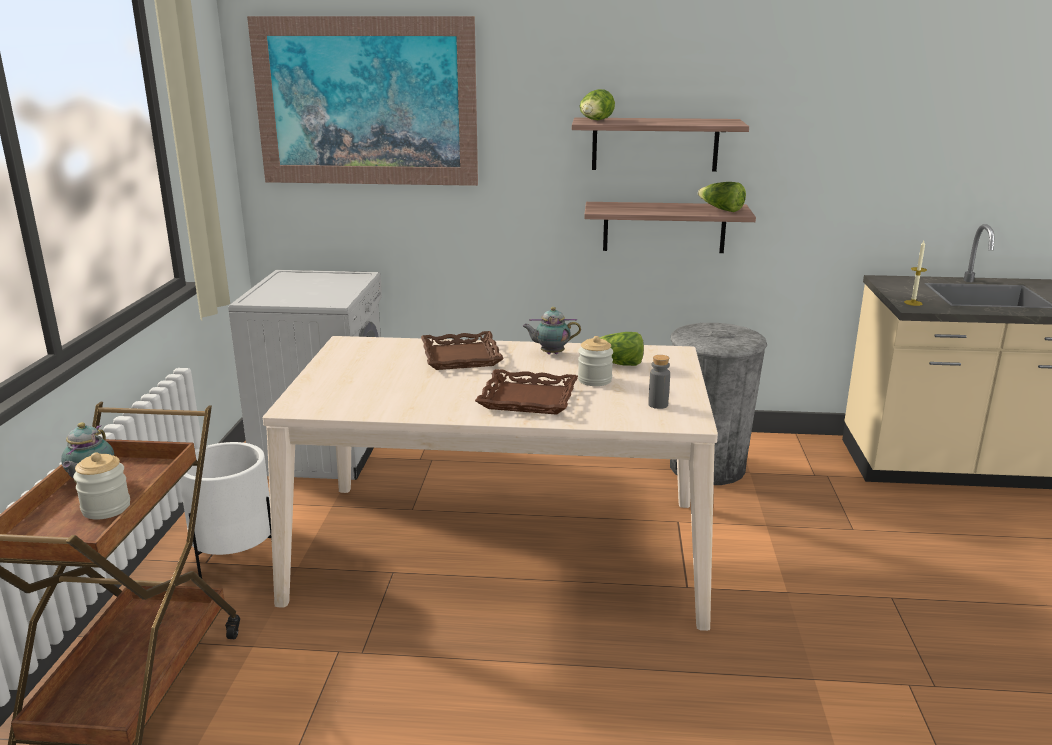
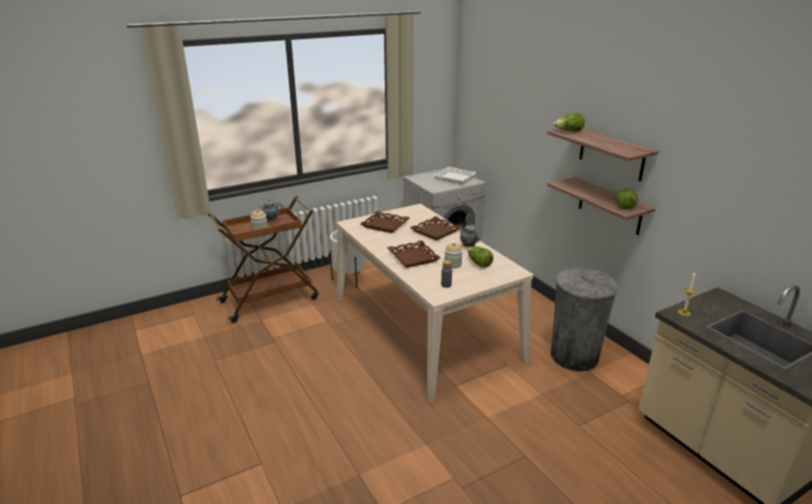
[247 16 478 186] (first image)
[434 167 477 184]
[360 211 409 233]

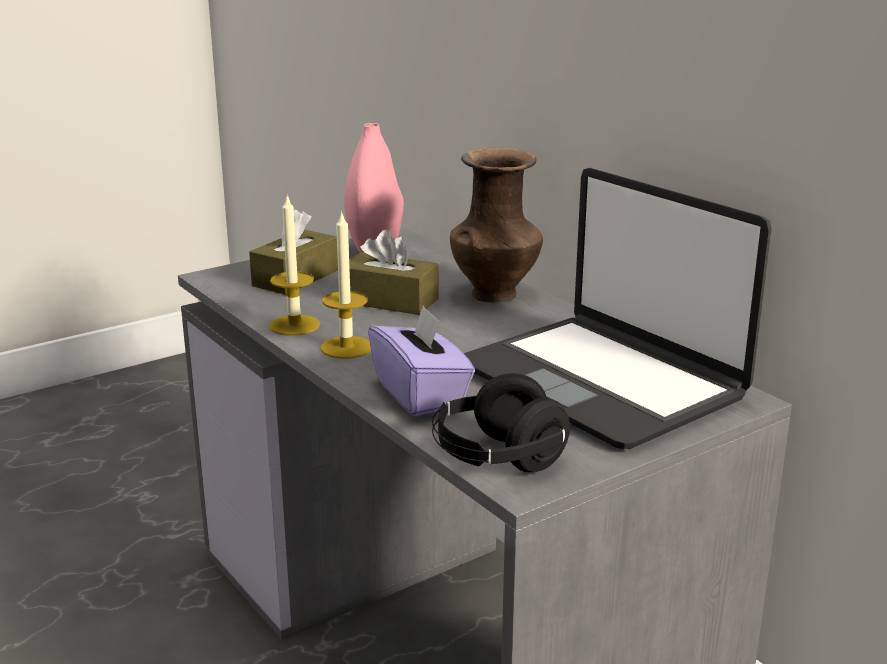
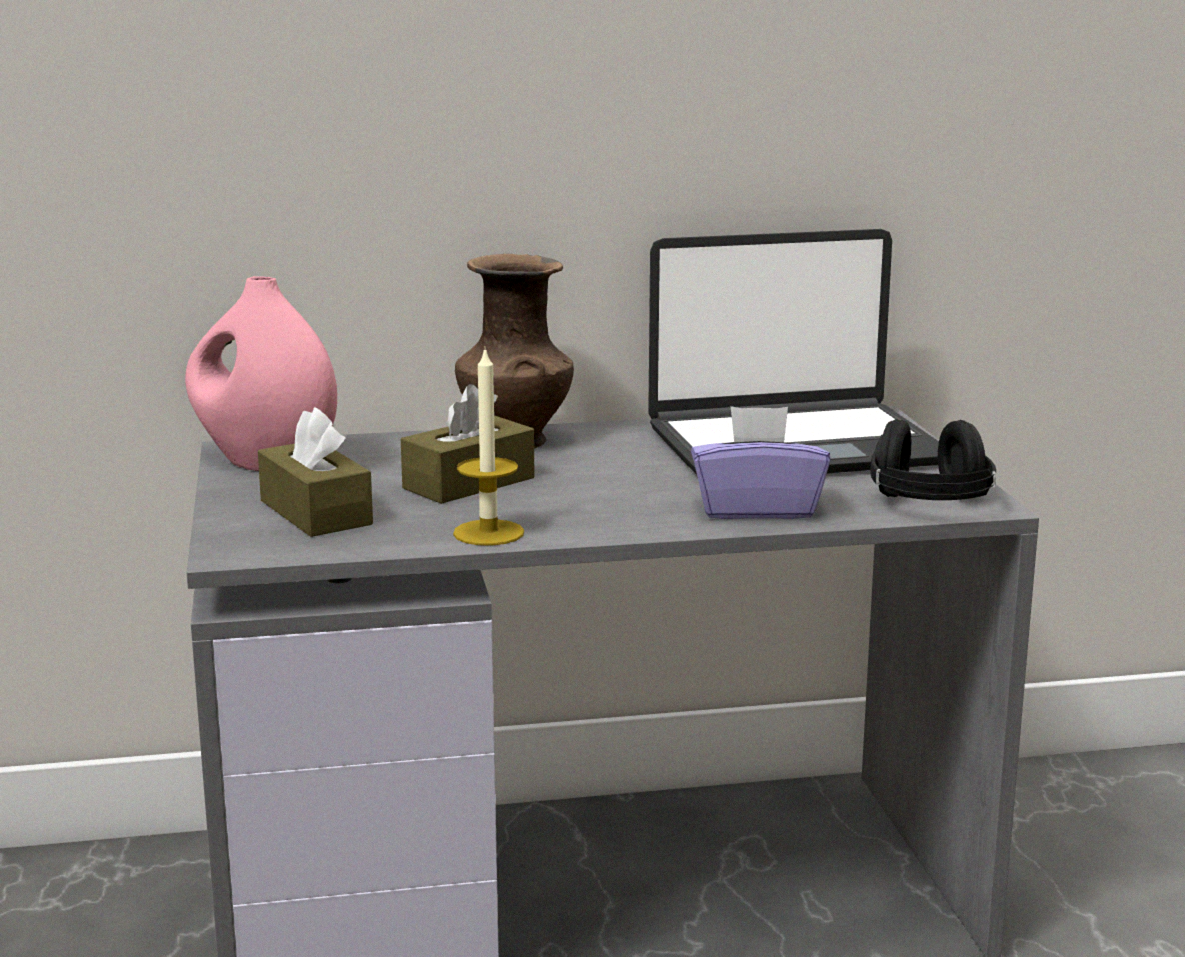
[320 210 371 359] (first image)

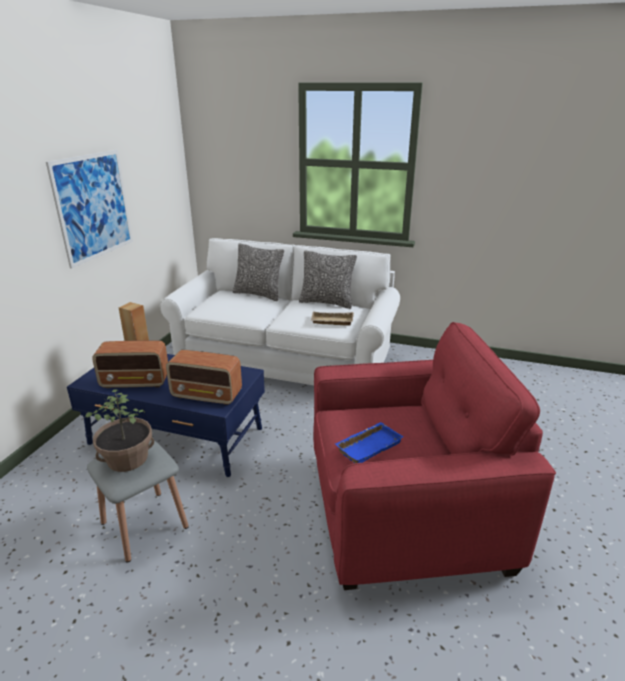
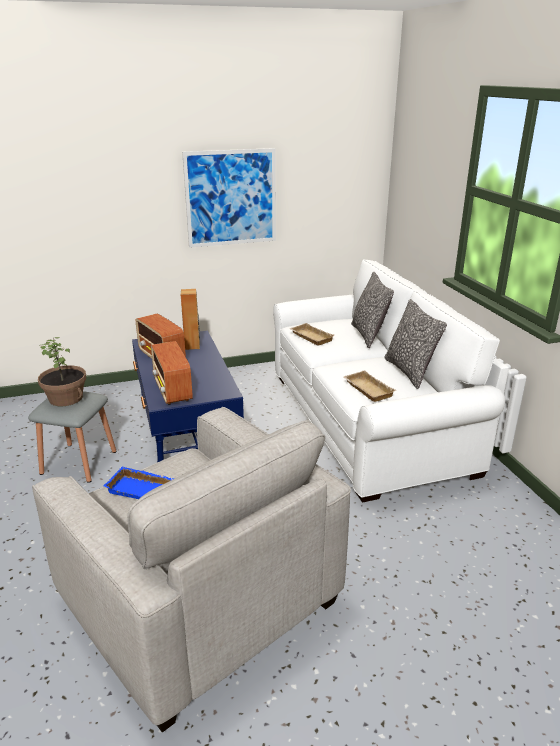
[32 407 351 732]
[290 323 334 346]

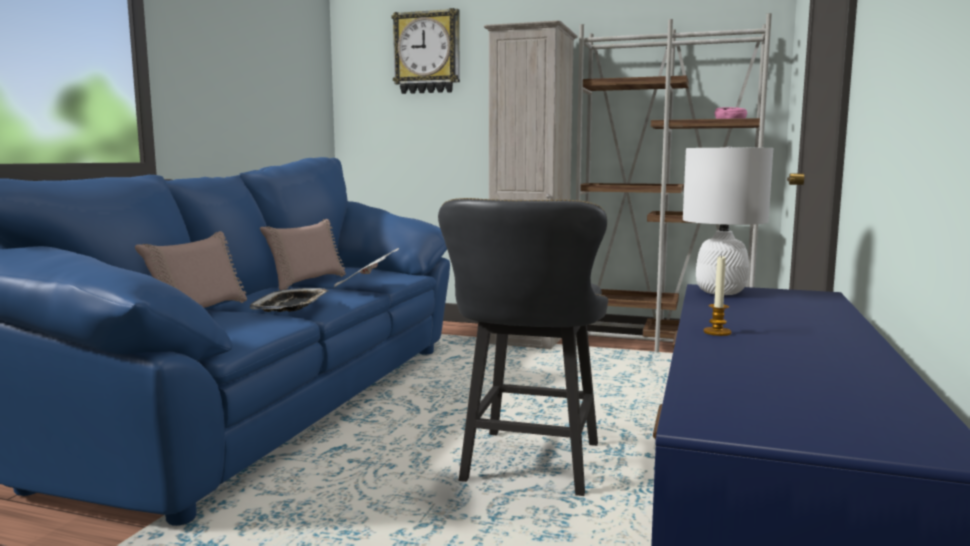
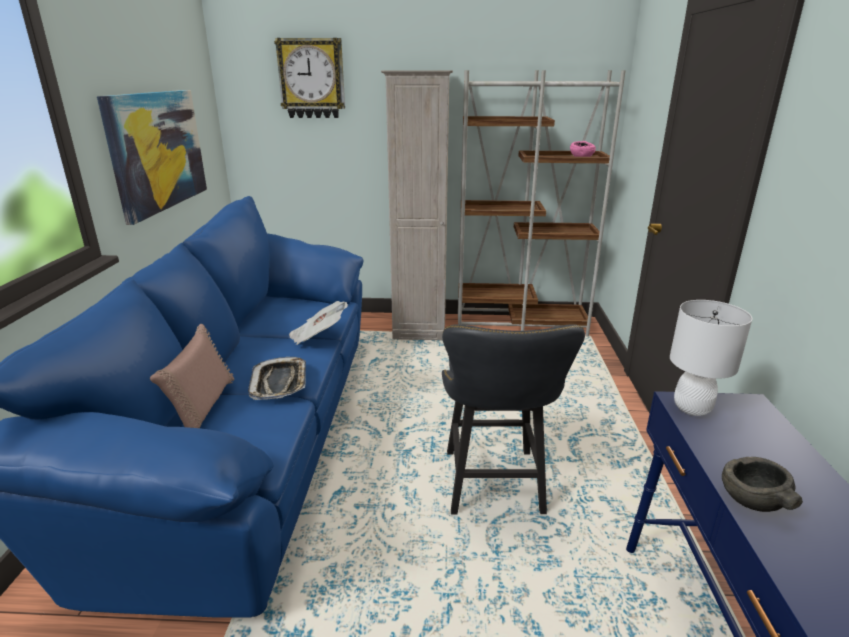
[260 219 346 290] (first image)
[722 457 803 512]
[97 90 207 225]

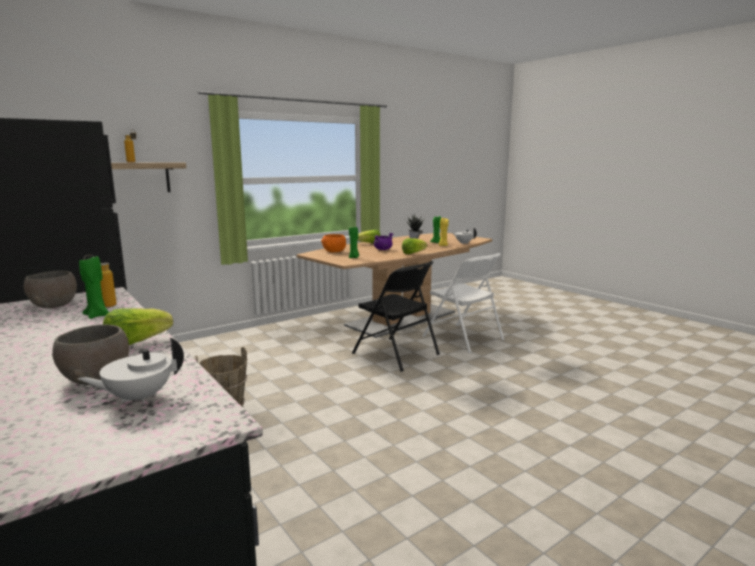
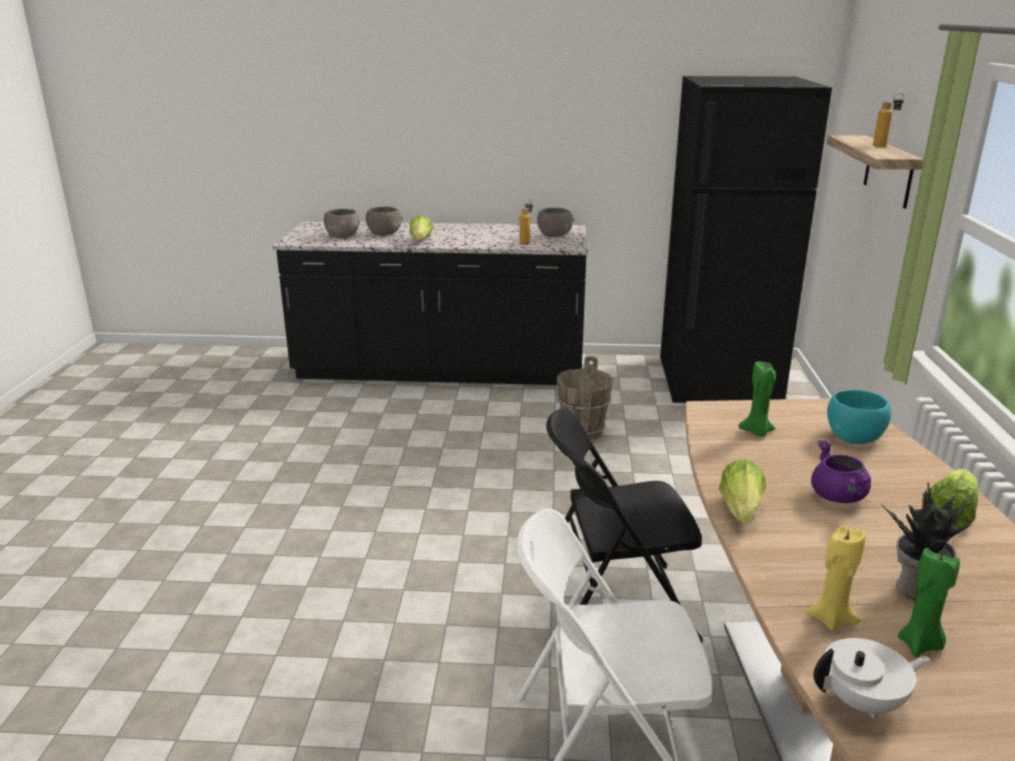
[827 390 891 444]
[79 255 109 319] (first image)
[324 209 360 238]

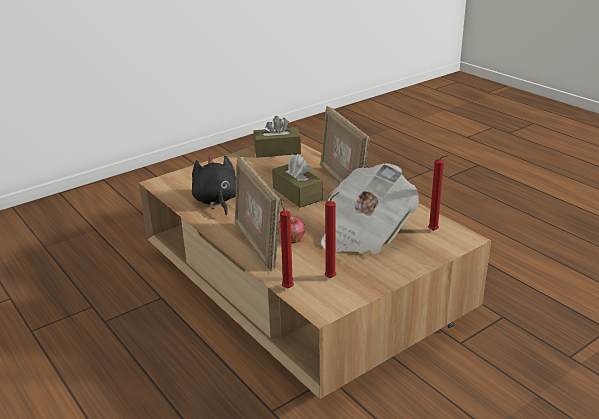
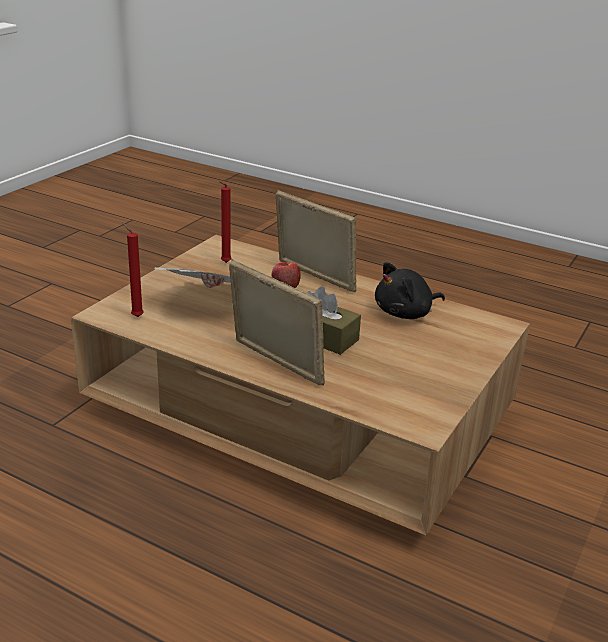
[253 116 301 158] (first image)
[375 262 445 319]
[280 199 294 289] (first image)

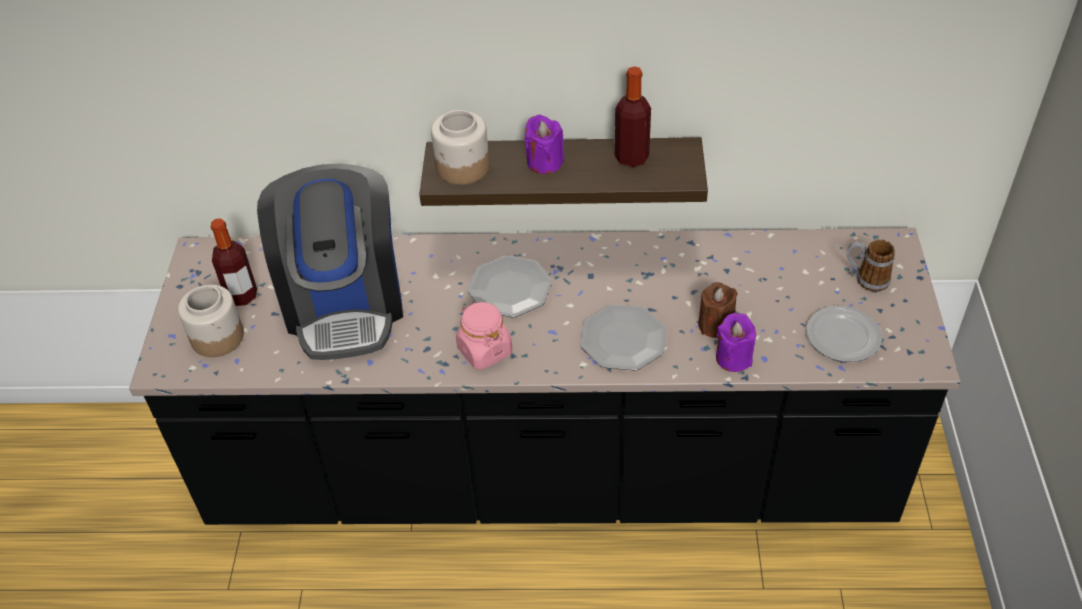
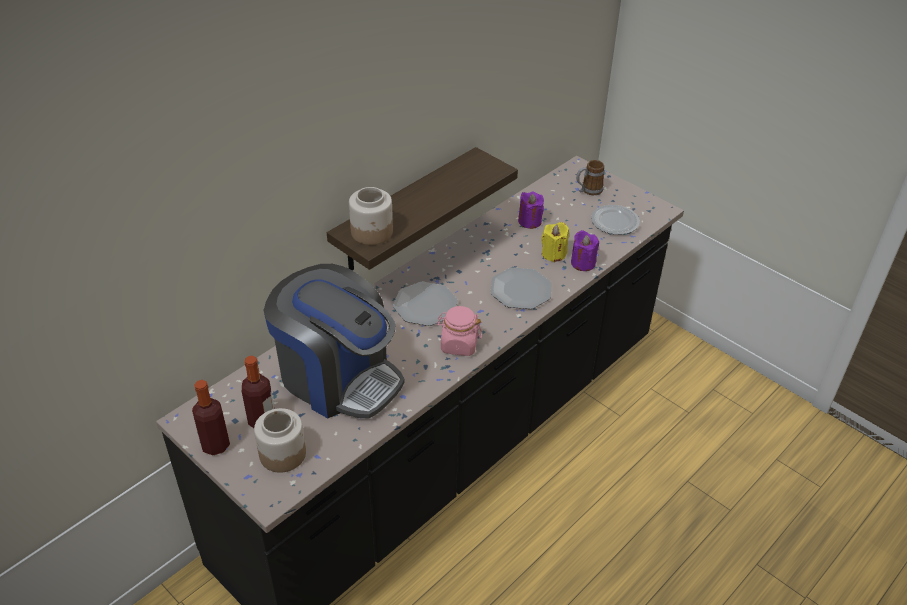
[192 380 230 456]
[518 191 544 229]
[541 222 569 262]

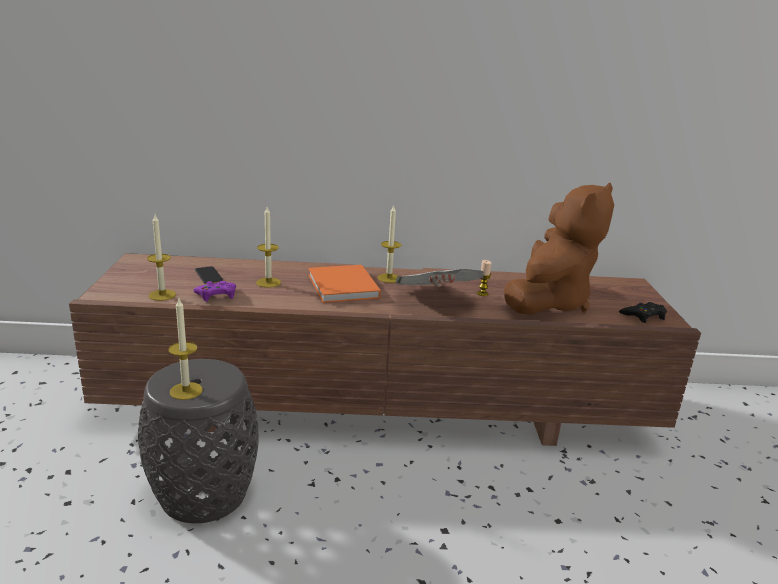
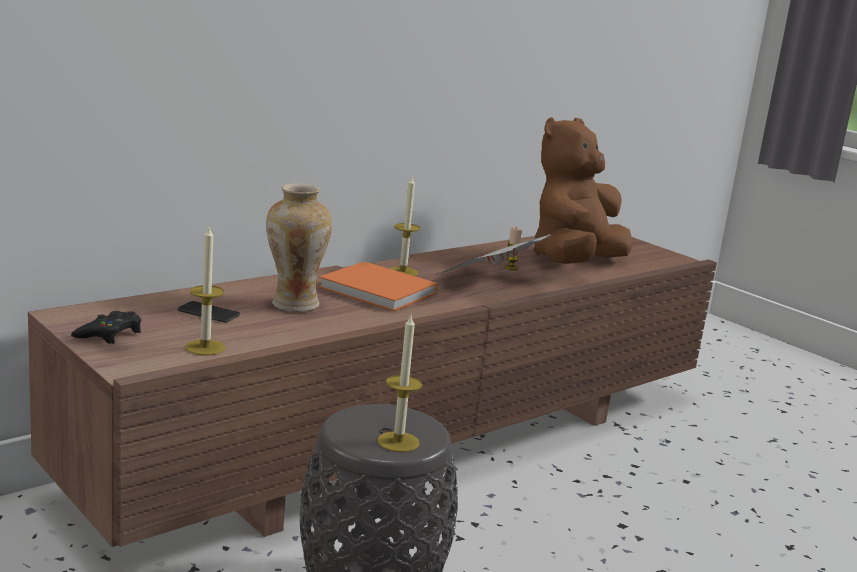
[533 117 632 264]
[266 183 332 312]
[194 281 236 302] (first image)
[71 311 141 344]

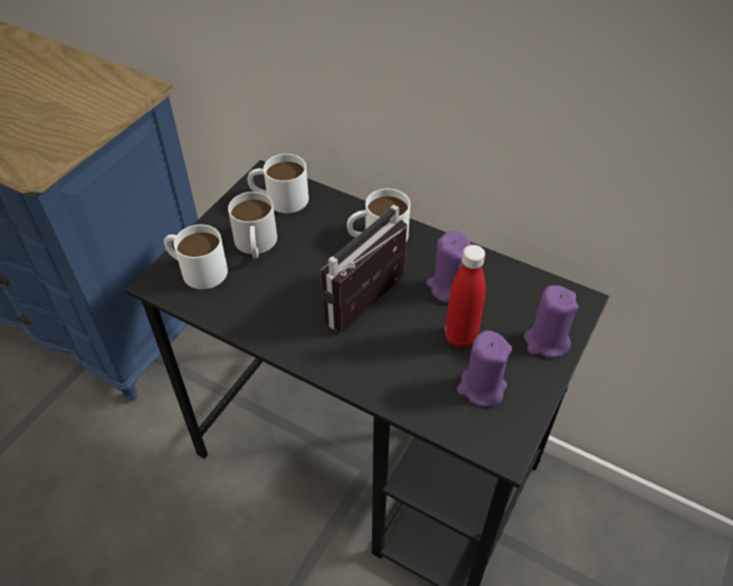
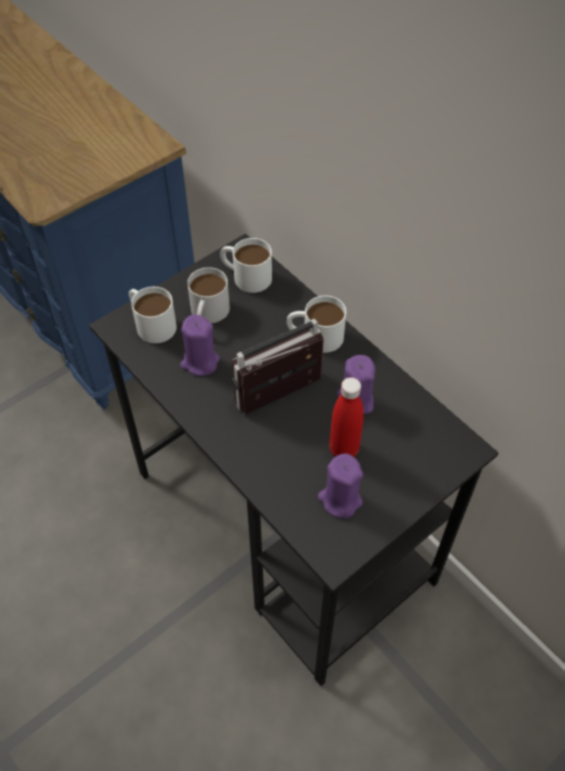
[180 314 220 376]

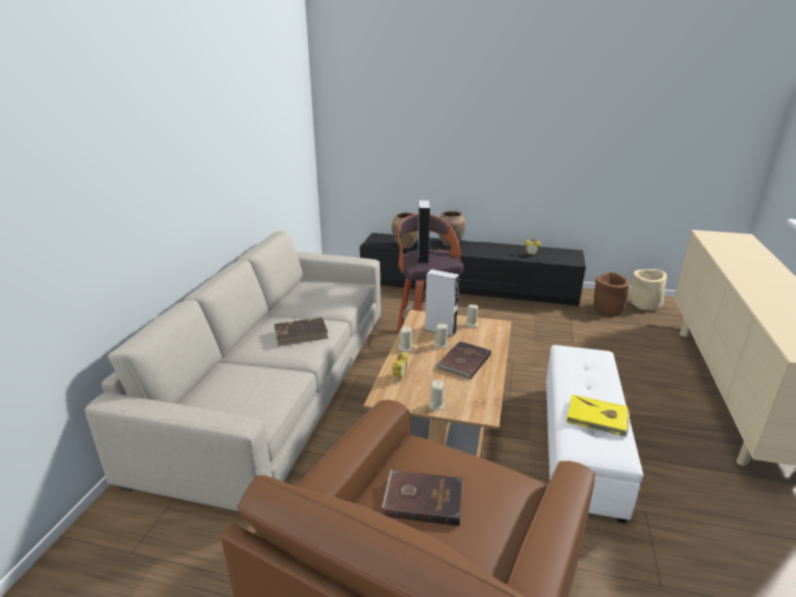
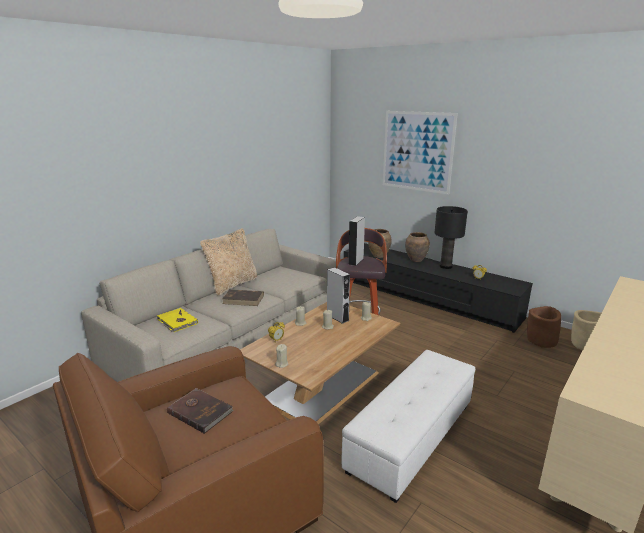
[436 341 491 379] (first image)
[157 308 198 332]
[383 111 458 195]
[435 206 468 269]
[200 228 257 296]

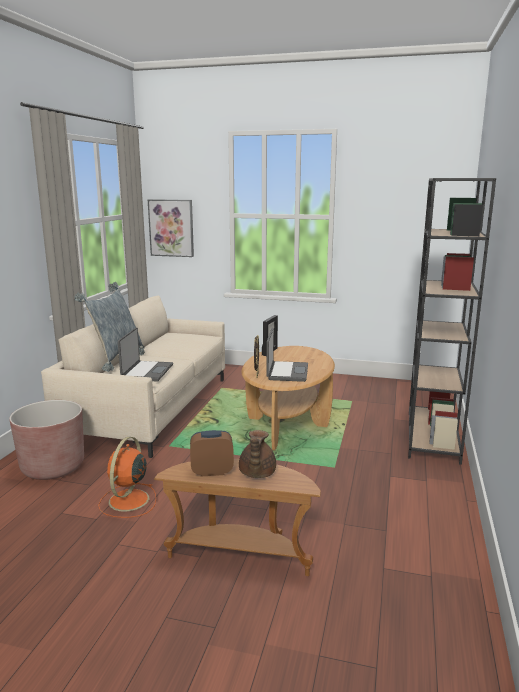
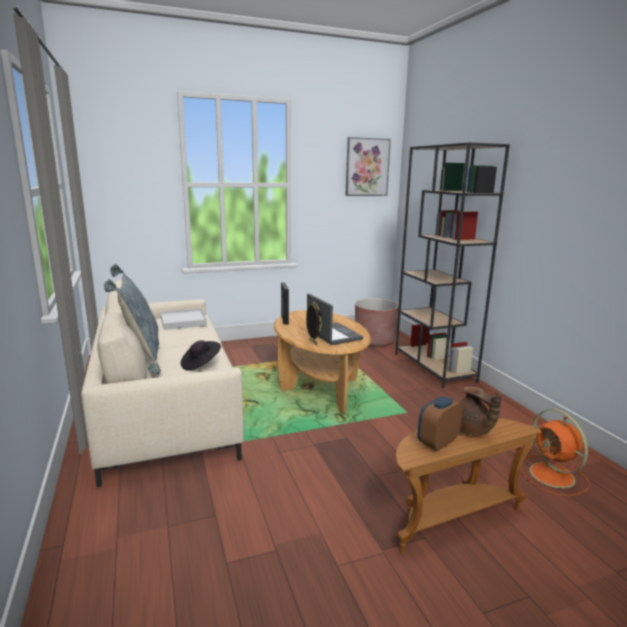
[345 137 391 196]
[181 340 221 370]
[355 298 399 347]
[520 409 590 496]
[161 309 207 330]

